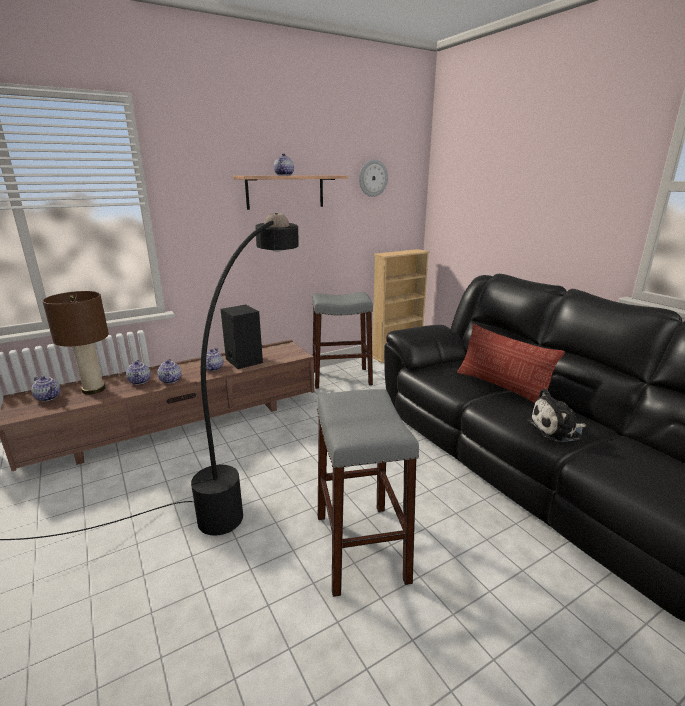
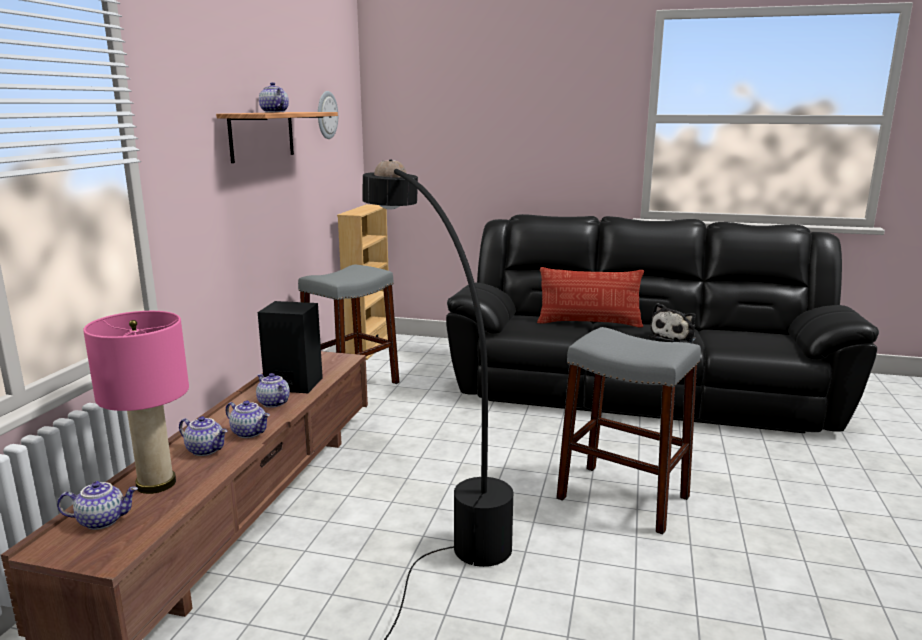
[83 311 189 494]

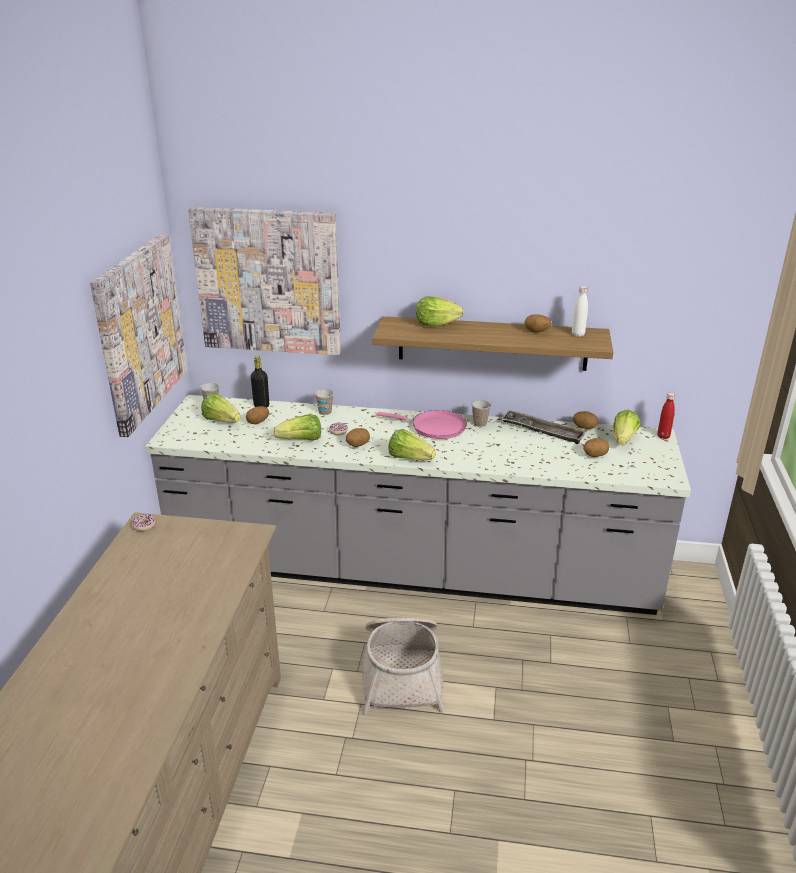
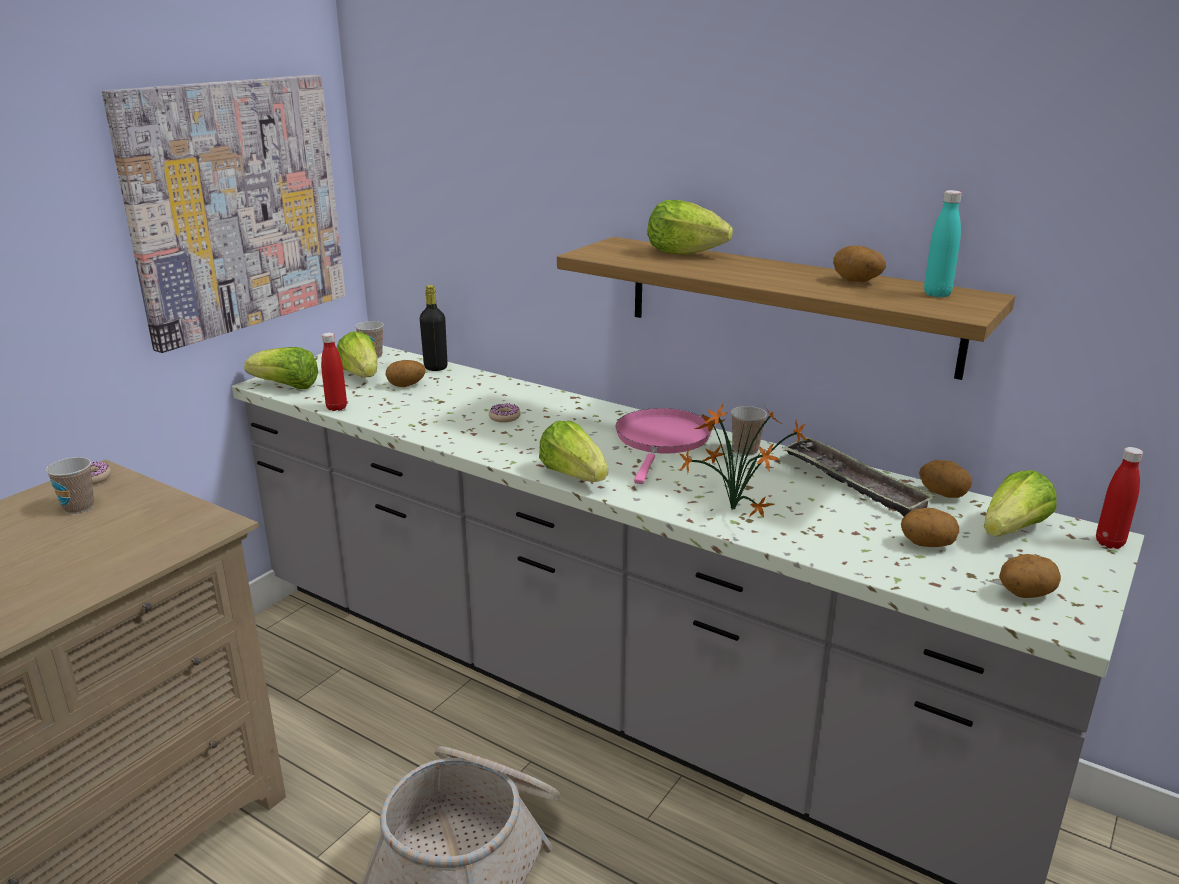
[188 207 341 355] (first image)
[924 190 962 297]
[46 457 94 514]
[616 408 712 484]
[244 347 318 389]
[999 554 1061 598]
[321 333 347 411]
[679 403 808 518]

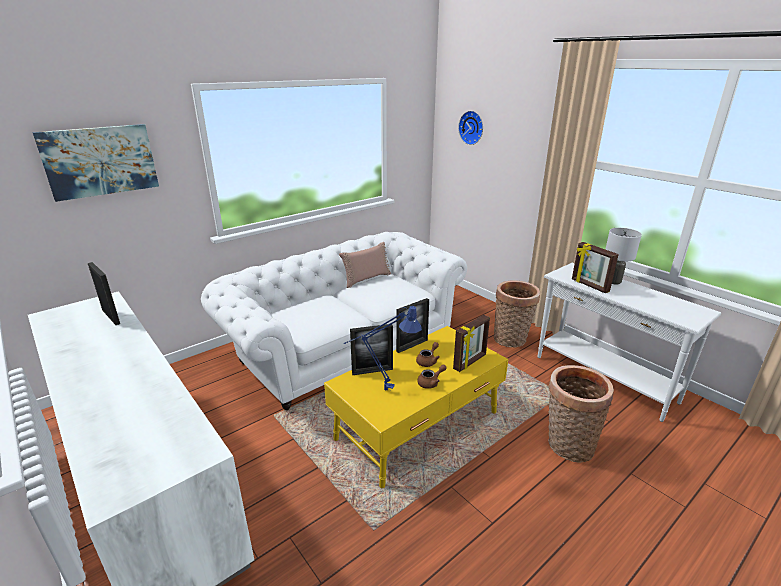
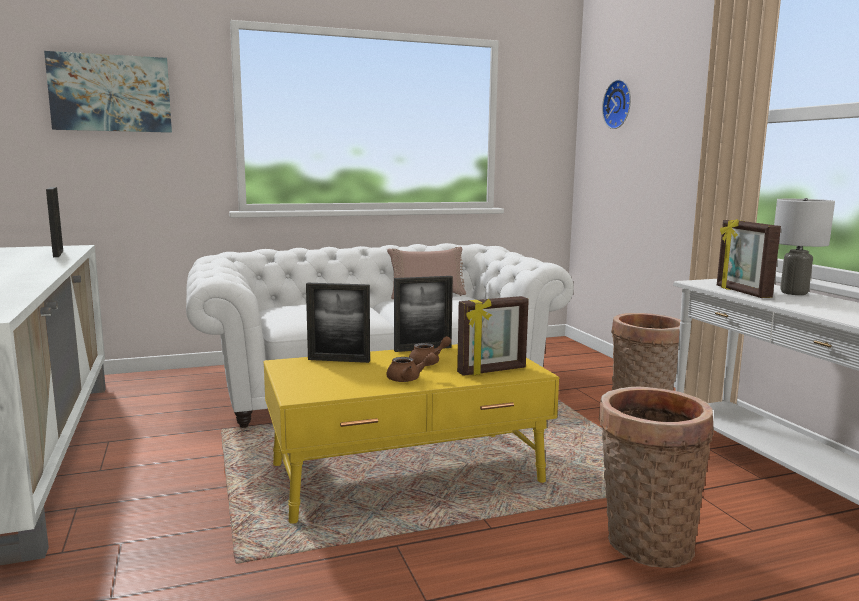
[344 306 422 390] (first image)

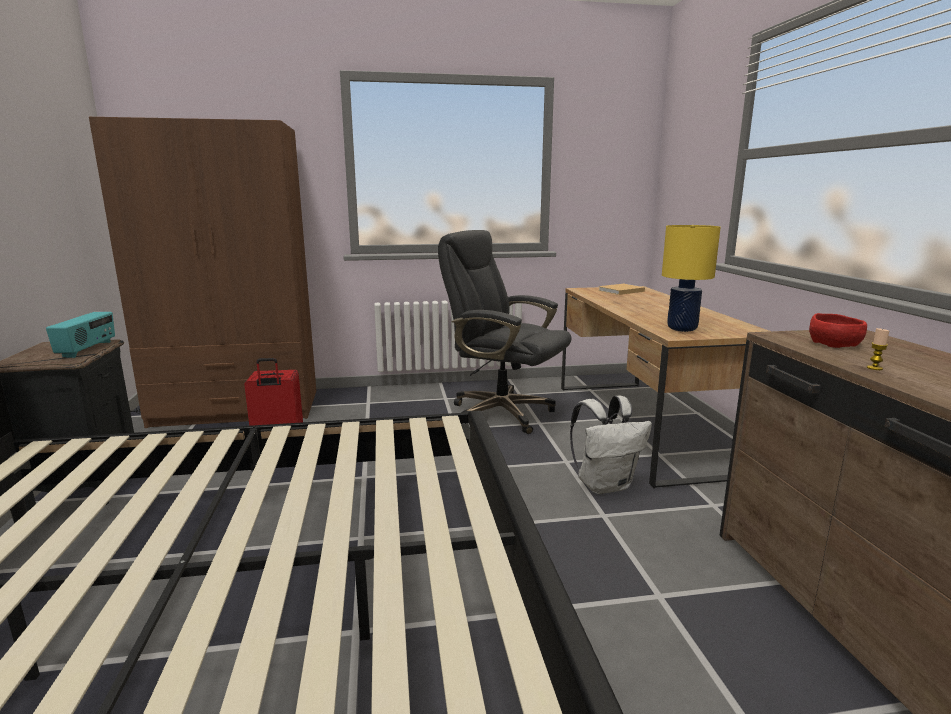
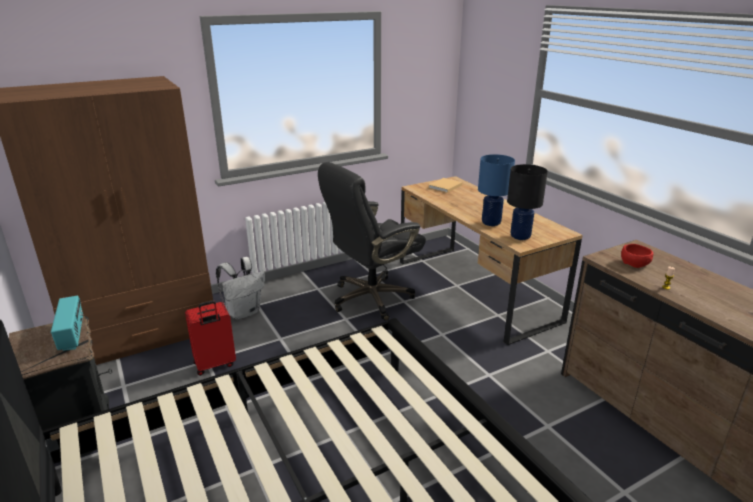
[507 164 548 240]
[318 162 426 321]
[216 257 265 320]
[478 154 515 226]

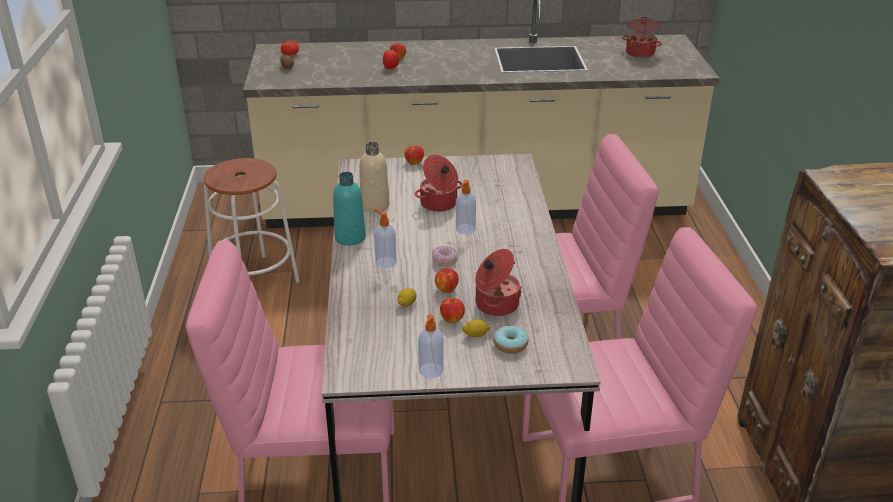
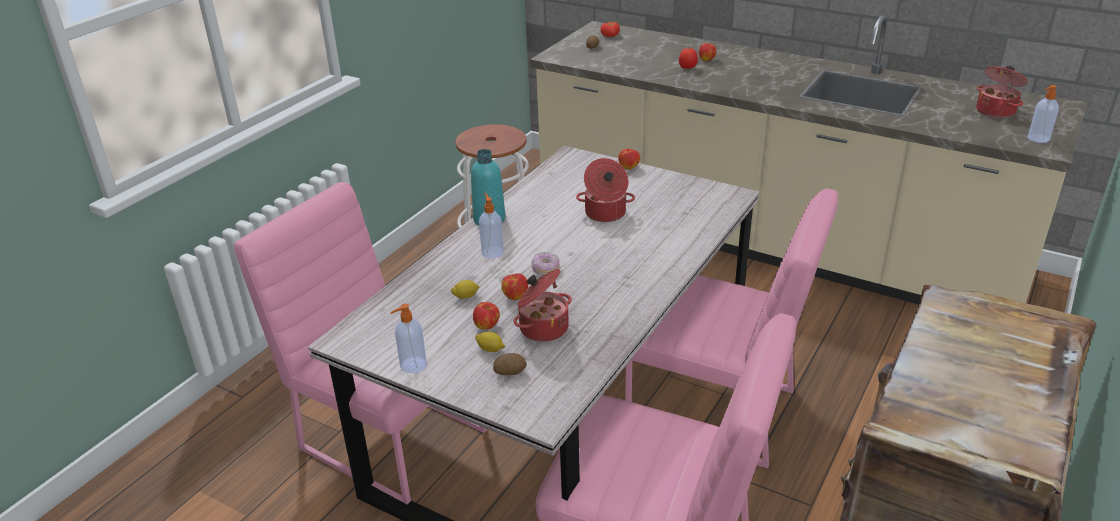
[360 142 390 212] (first image)
[1028 85 1059 143]
[493 353 527 375]

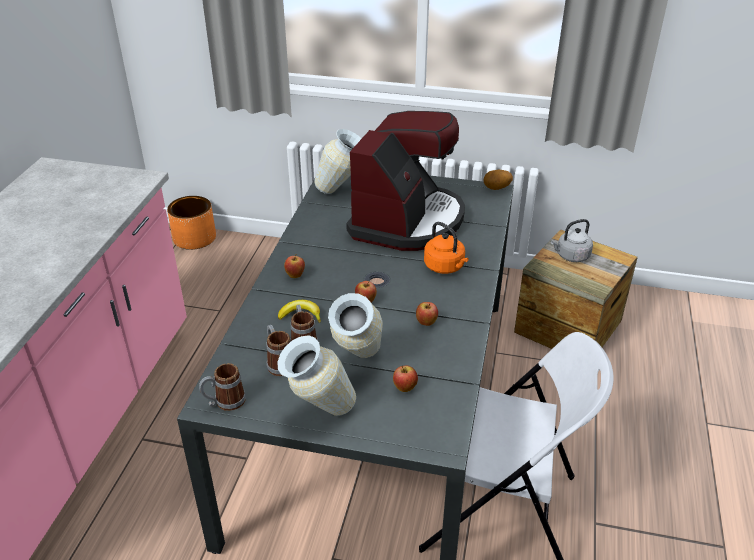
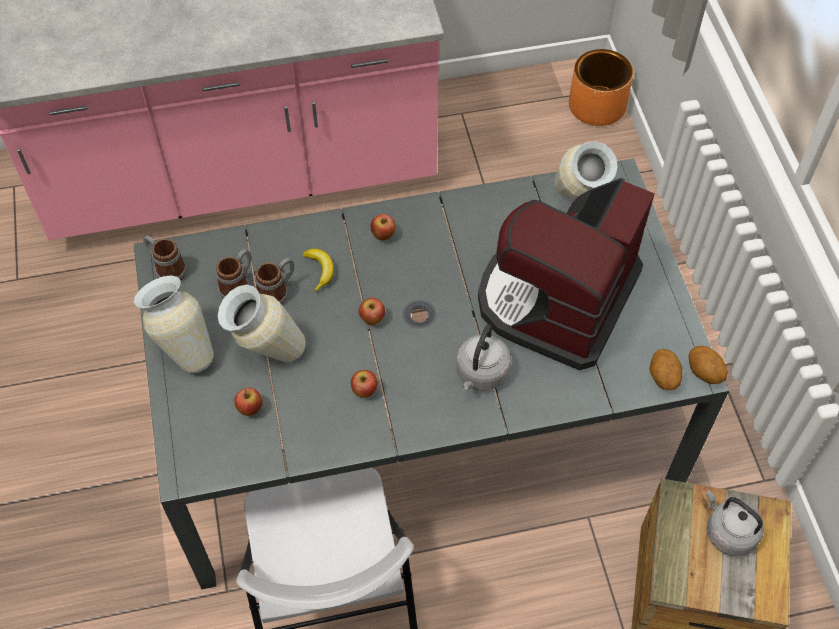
[478 178 655 370]
[456 324 511 390]
[649 349 682 390]

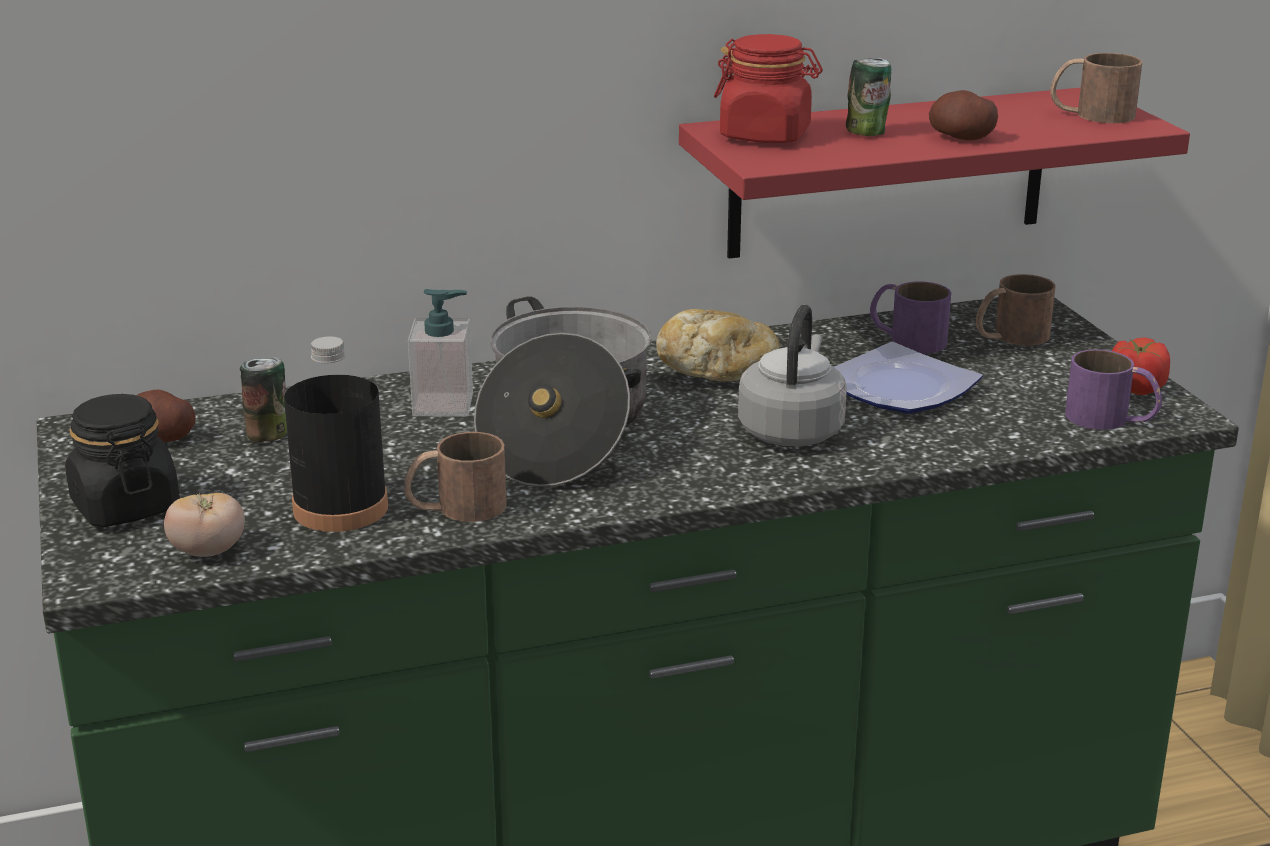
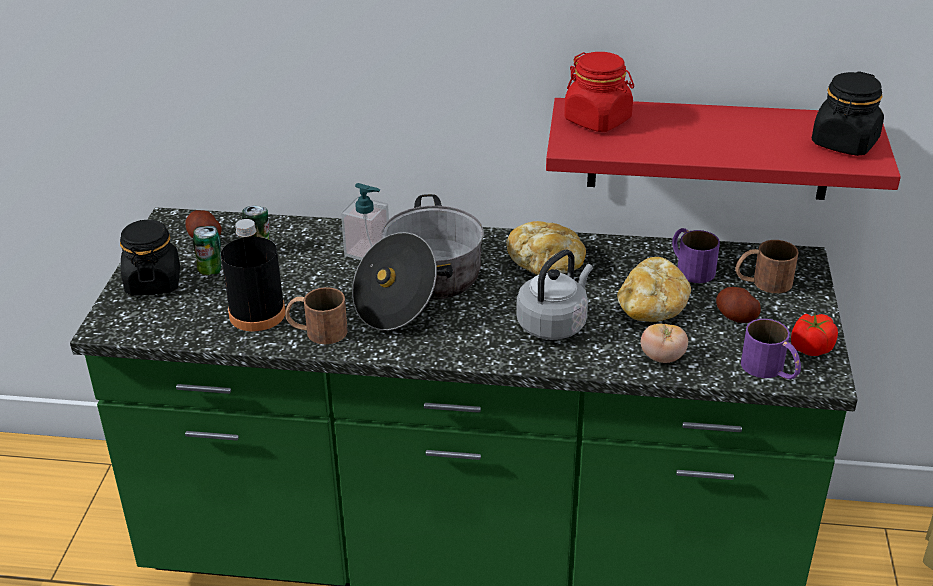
[812 71 884 156]
[193 226 221 275]
[716 287 761 323]
[617 257 691 322]
[641 324 688 363]

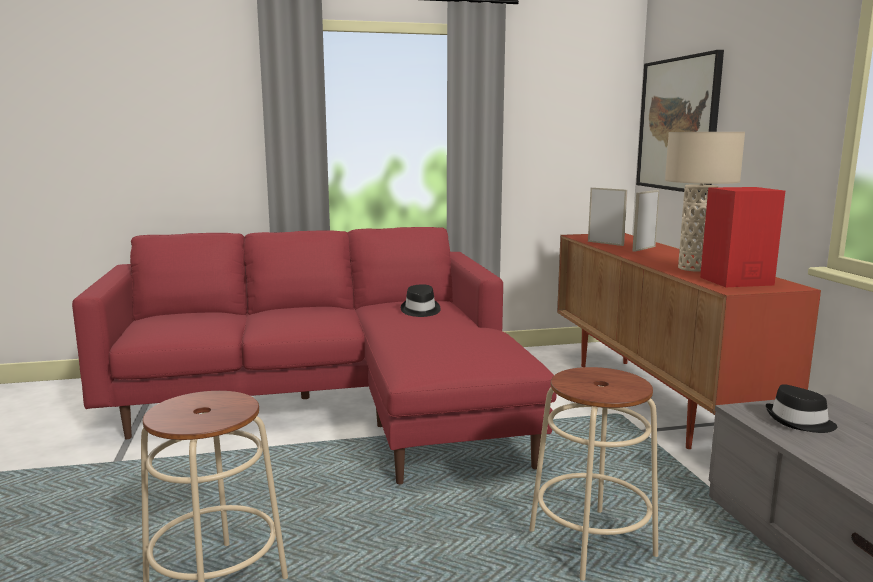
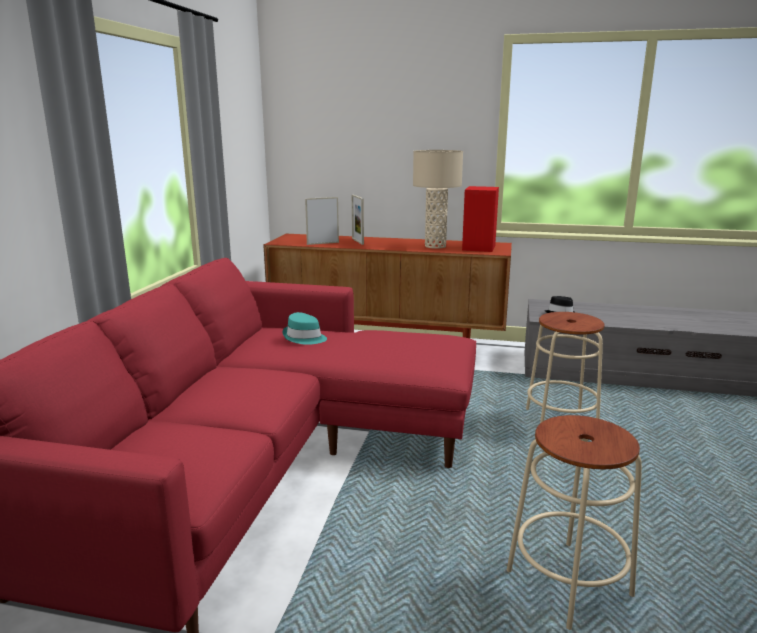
[636 50 724 195] (first image)
[283 312 327 345]

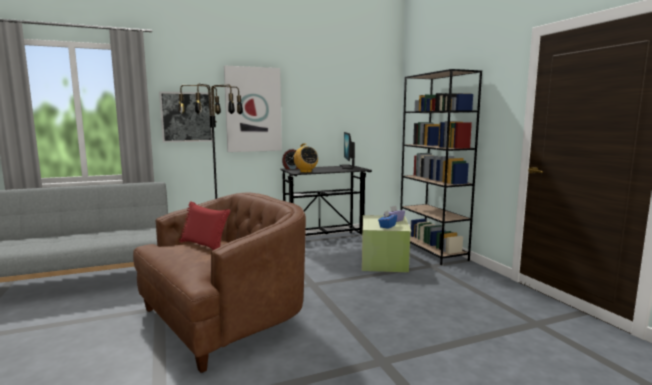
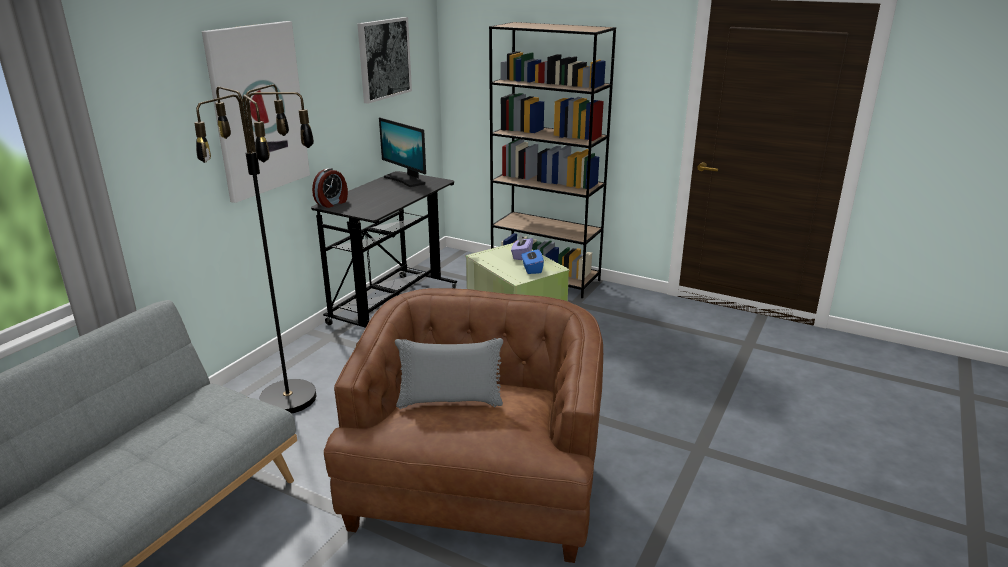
[357 17 412 104]
[294 143 318 173] (first image)
[395 338 503 409]

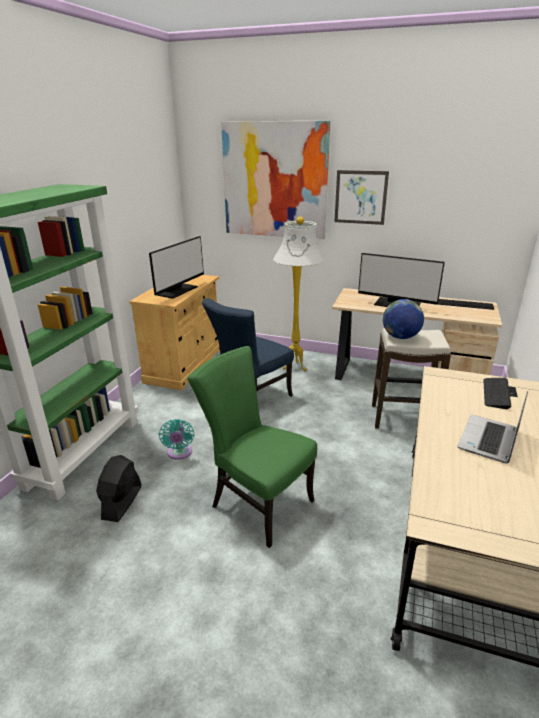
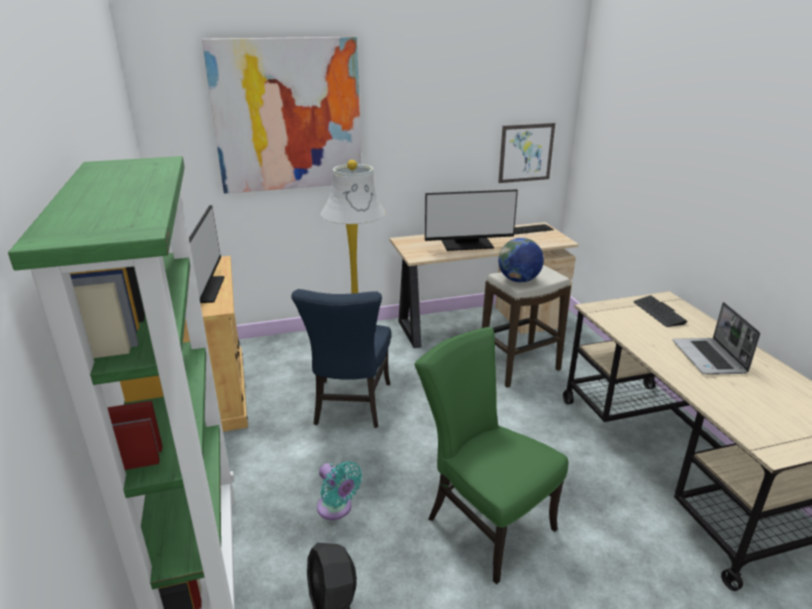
[498 123 555 183]
[414 327 568 584]

